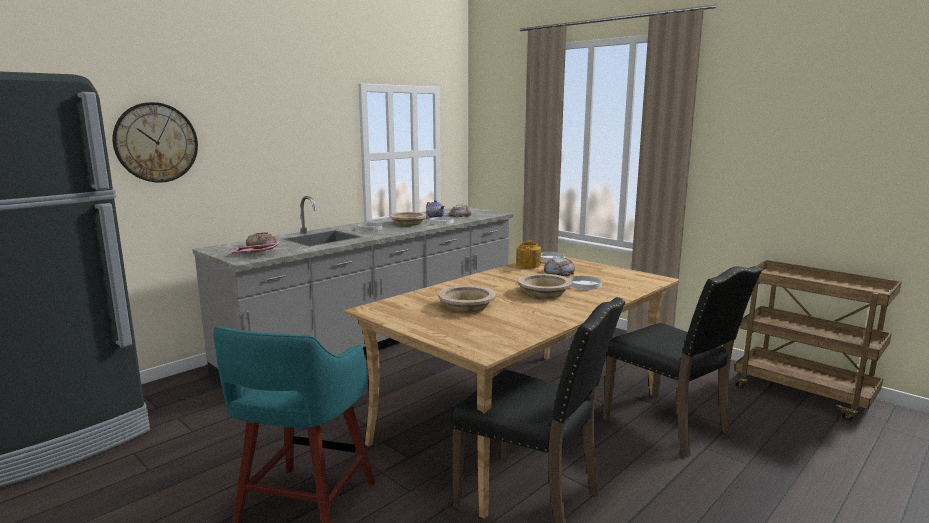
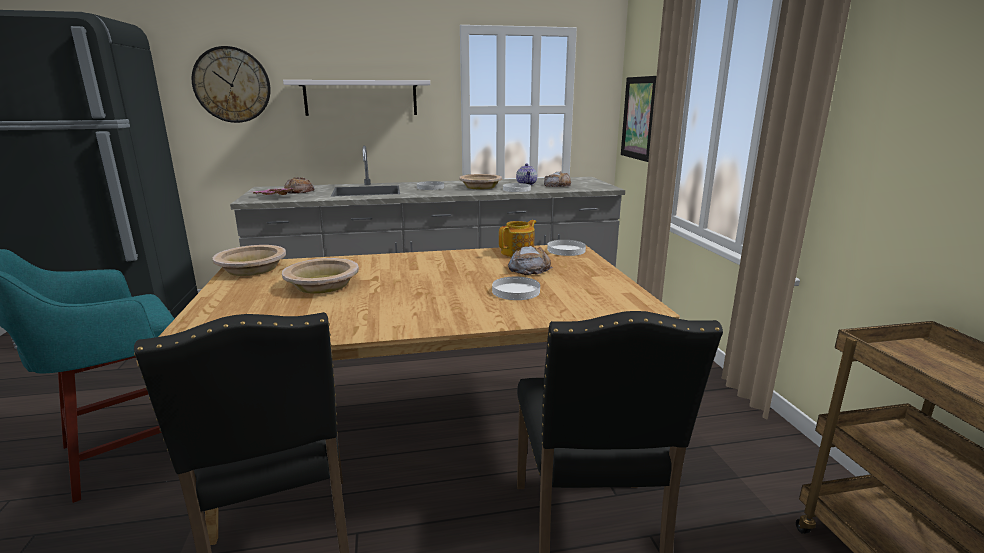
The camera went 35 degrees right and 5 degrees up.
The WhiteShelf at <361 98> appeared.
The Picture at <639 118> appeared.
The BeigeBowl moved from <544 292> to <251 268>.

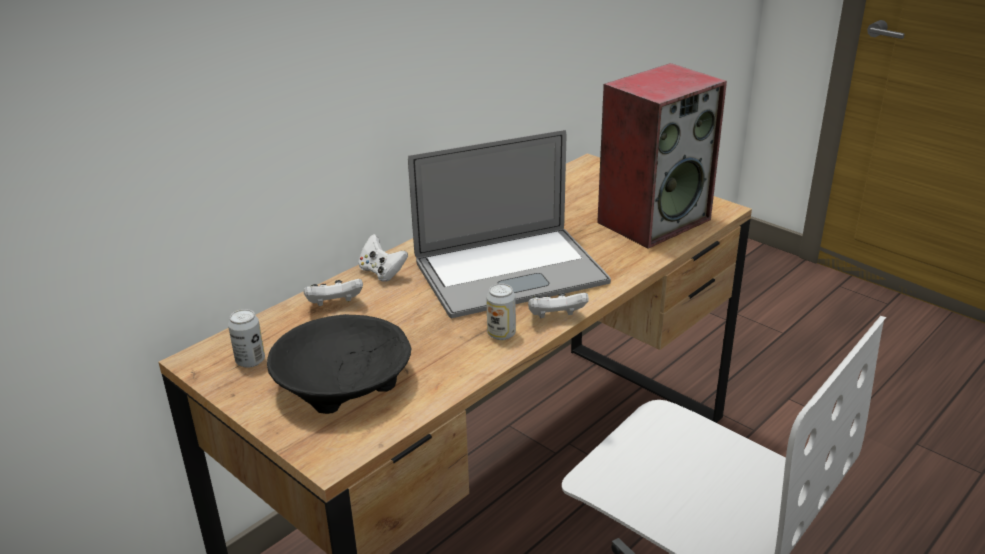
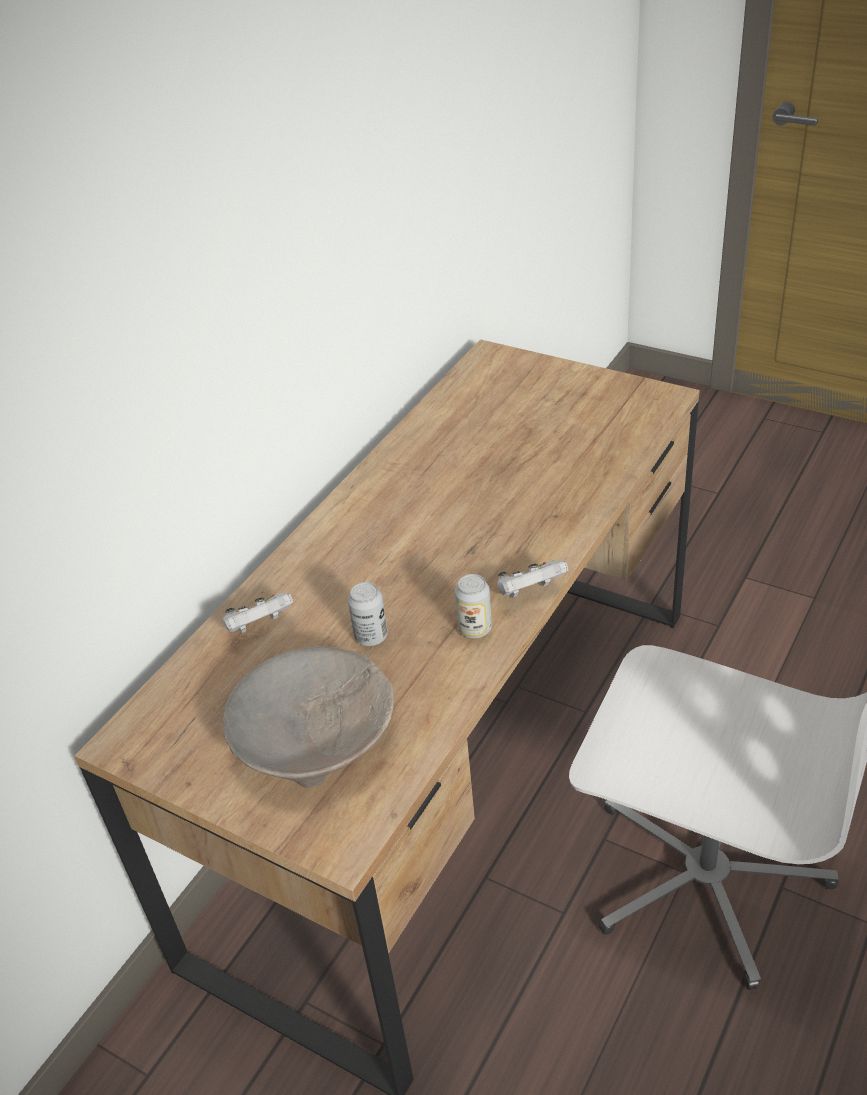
The camera went 10 degrees left and 10 degrees up.
The WhiteGameController at <382 272> disappeared.
The Laptop at <510 272> disappeared.
The Speaker at <654 220> disappeared.
The Can moved from <250 361> to <371 636>.
The BlackBowl at <341 381> became the BeigeBowl at <312 736>.

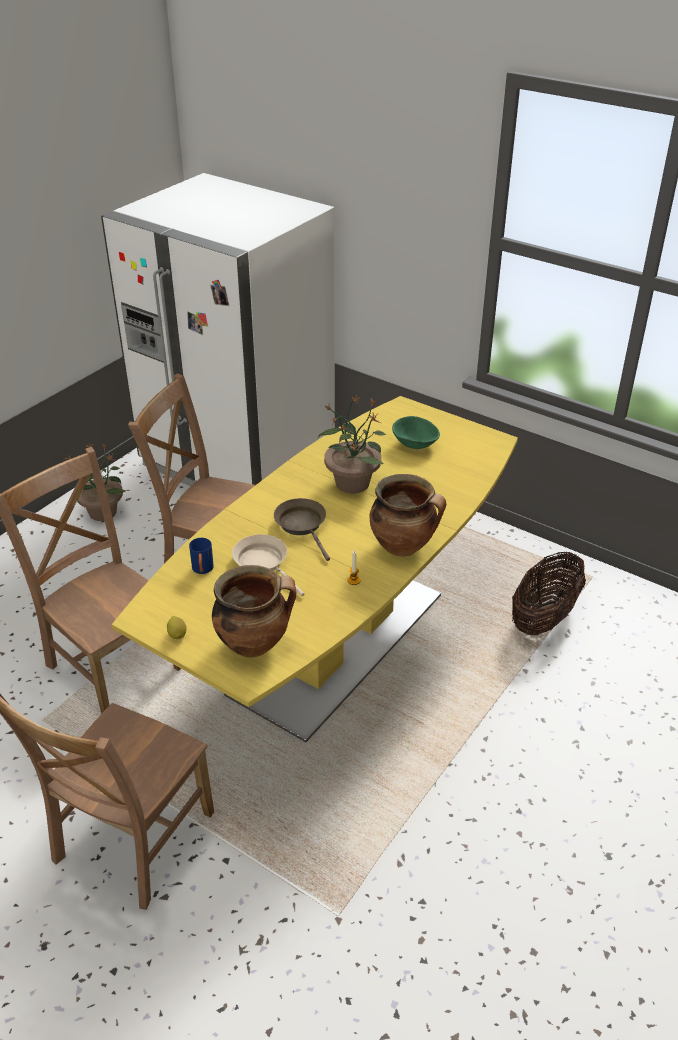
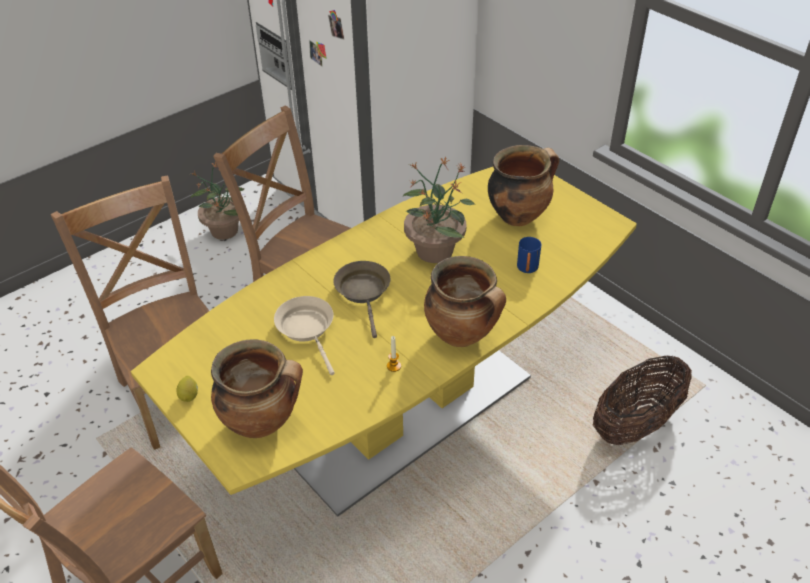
The camera went 15 degrees right and 5 degrees up.
The BlueMug moved from <202 570> to <527 269>.
The GreenBowl at <415 444> was replaced by the CookingPot at <518 215>.

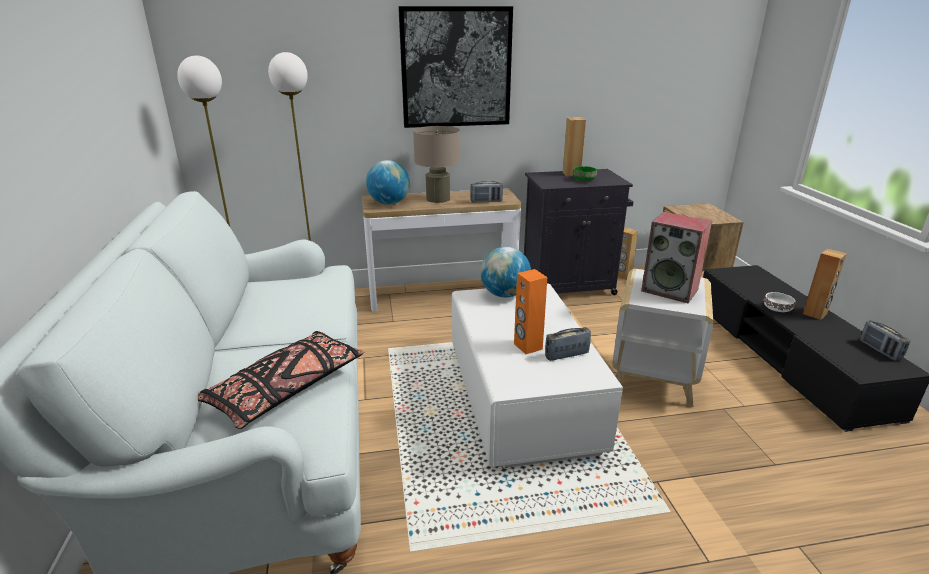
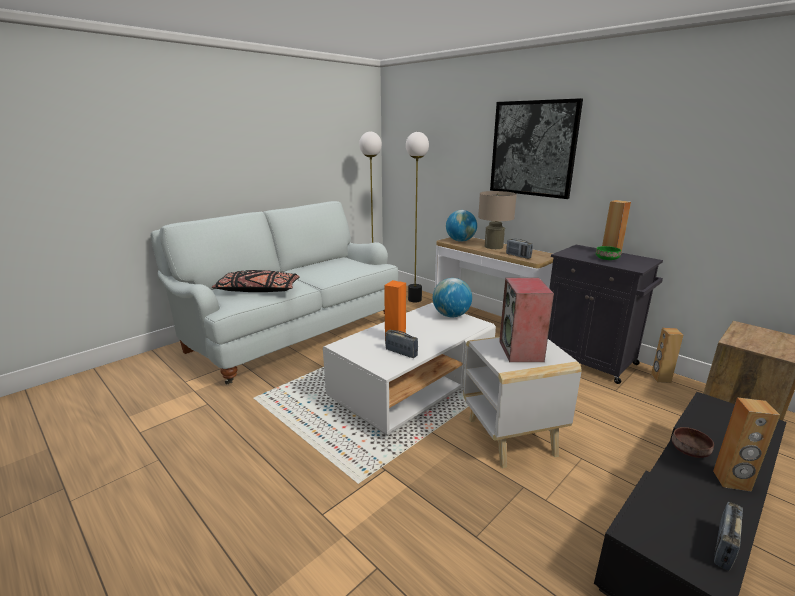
The camera went 55 degrees right and 5 degrees down.
The WhiteBowl at <776 309> became the BrownBowl at <689 450>.

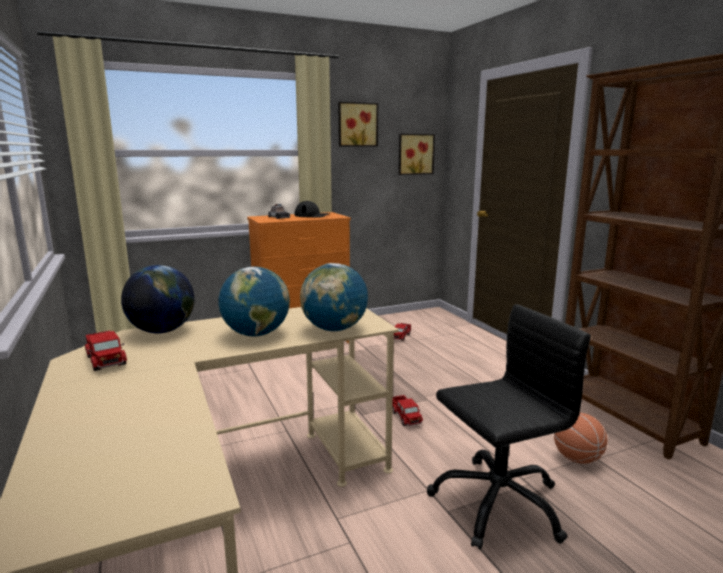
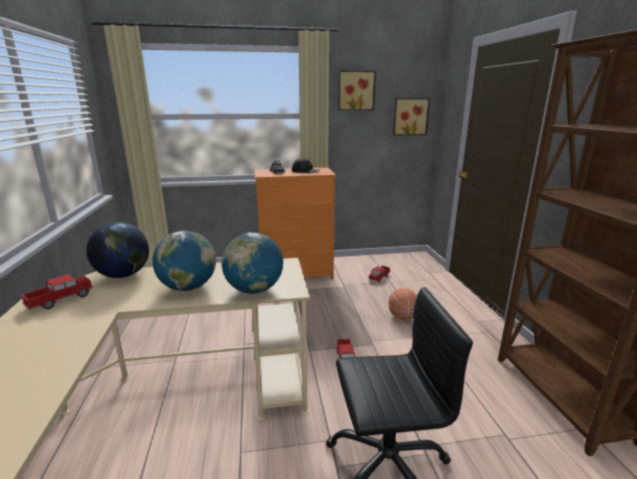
The camera went 15 degrees right and 5 degrees up.
The Basketball moved from <577 458> to <402 316>.
The ToyTruck at <106 359> turned 120 degrees counterclockwise.

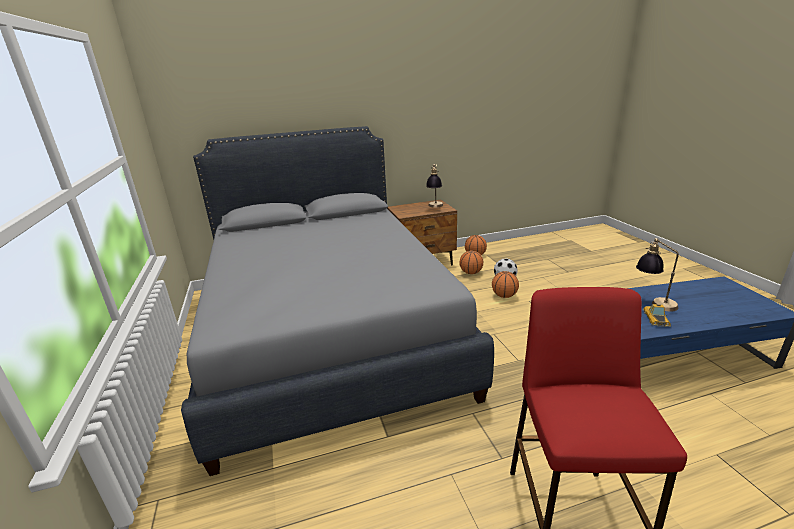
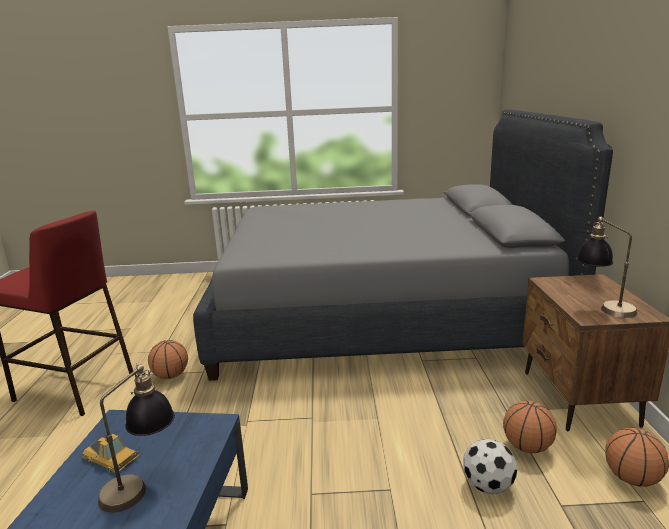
The camera went 105 degrees right and 5 degrees down.
The Basketball moved from <504 296> to <171 376>.

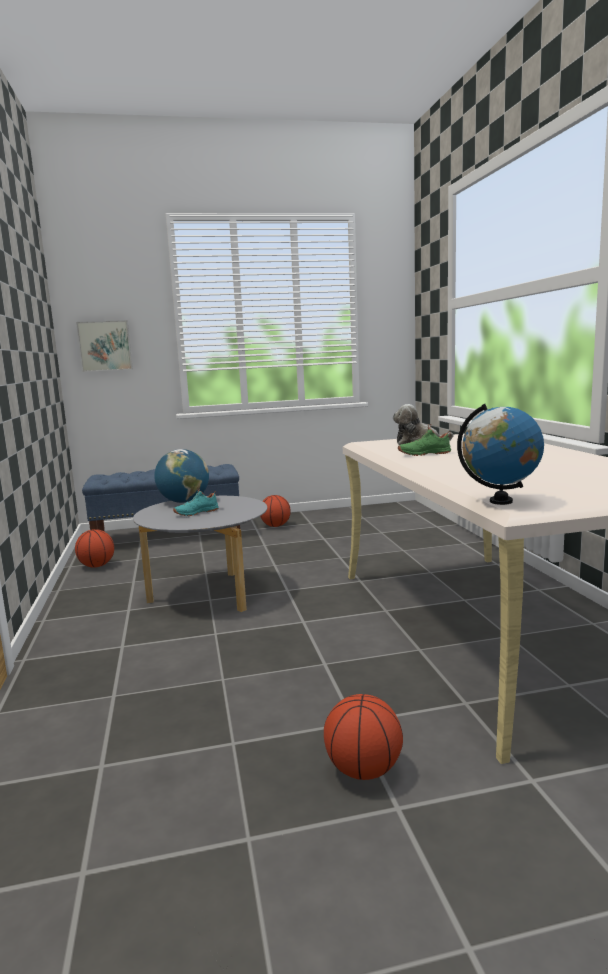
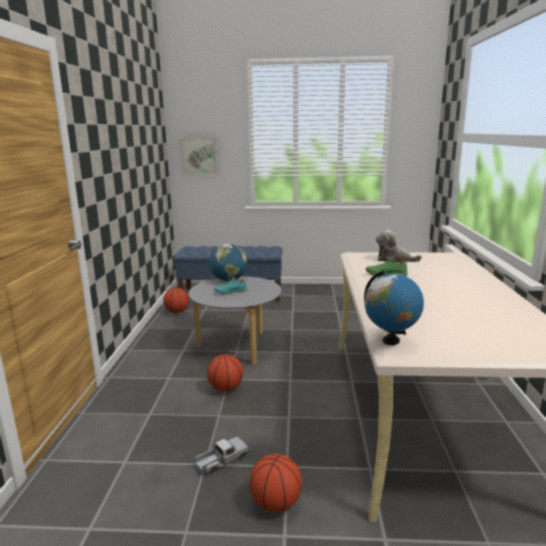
The camera went 15 degrees right and 5 degrees up.
The ToyTruck at <222 461> appeared.
The Basketball moved from <275 526> to <226 388>.

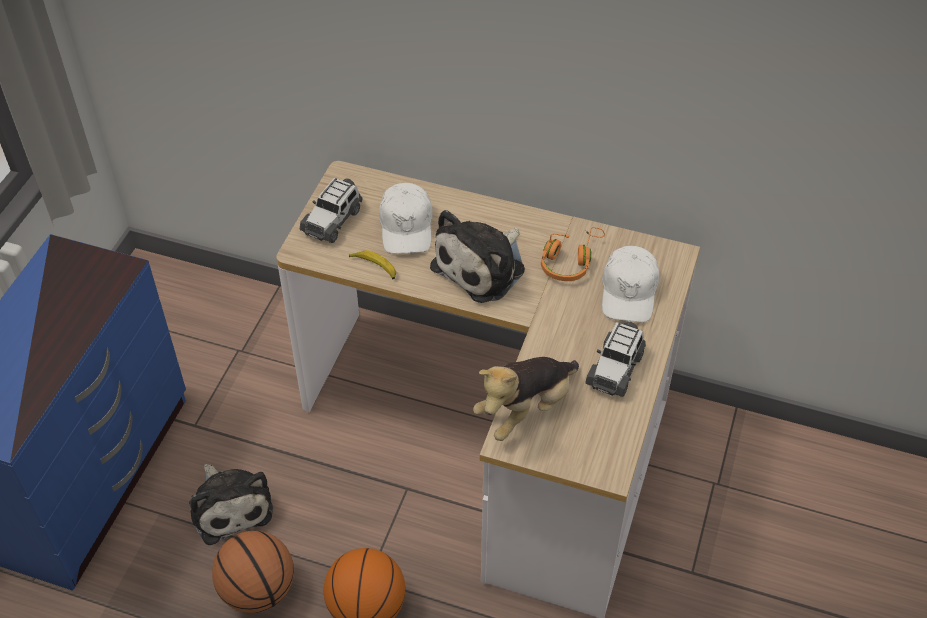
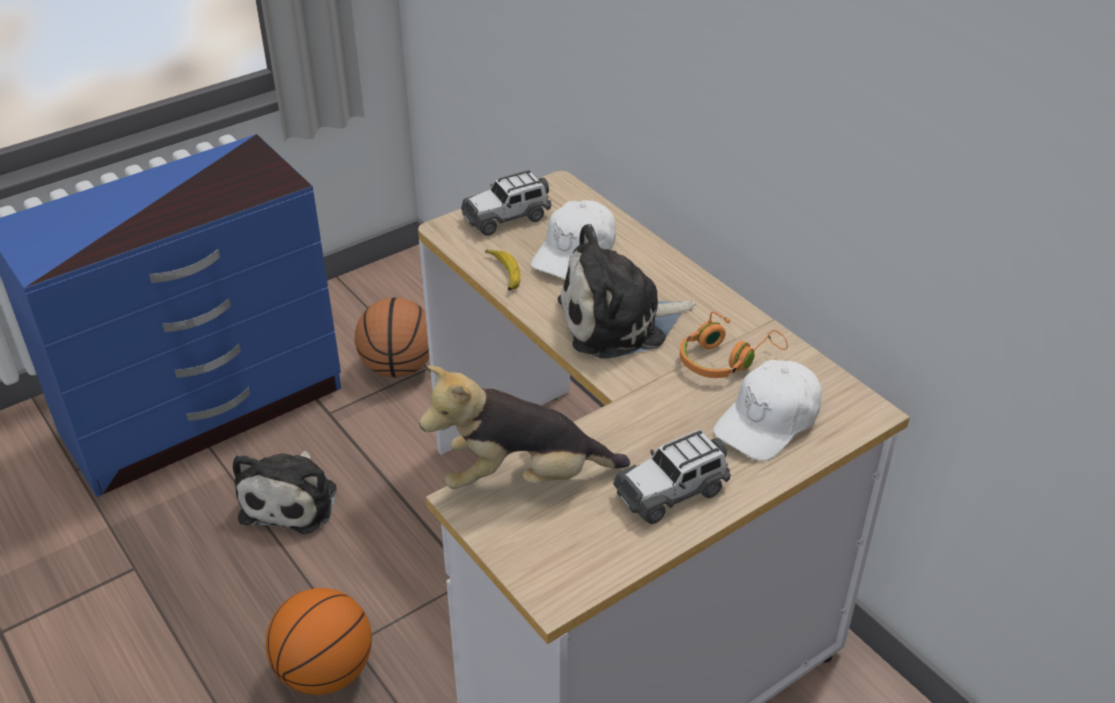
The camera went 35 degrees right and 10 degrees down.
The Basketball moved from <258 590> to <398 368>.

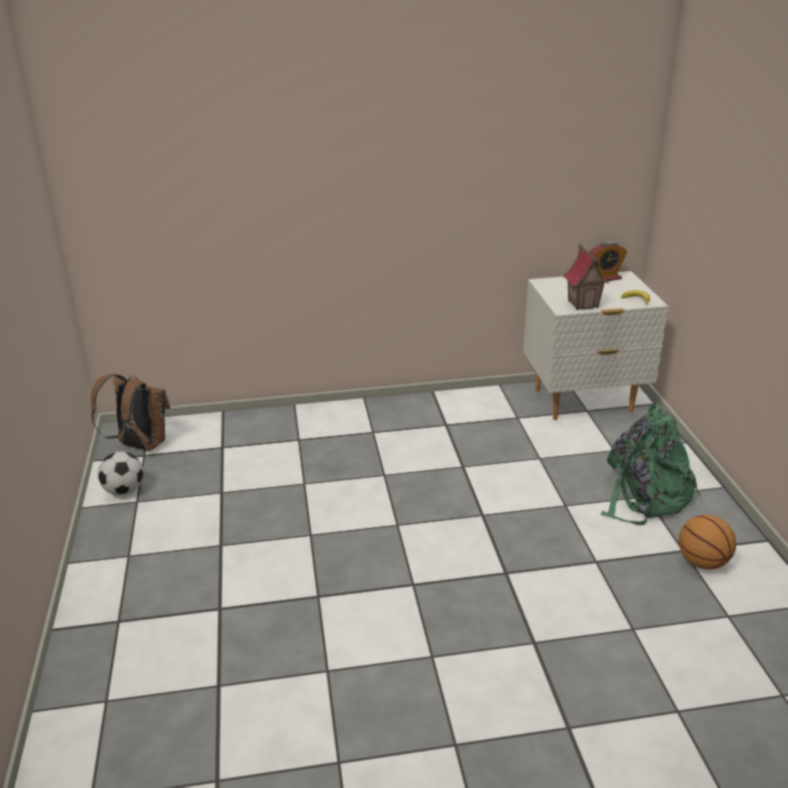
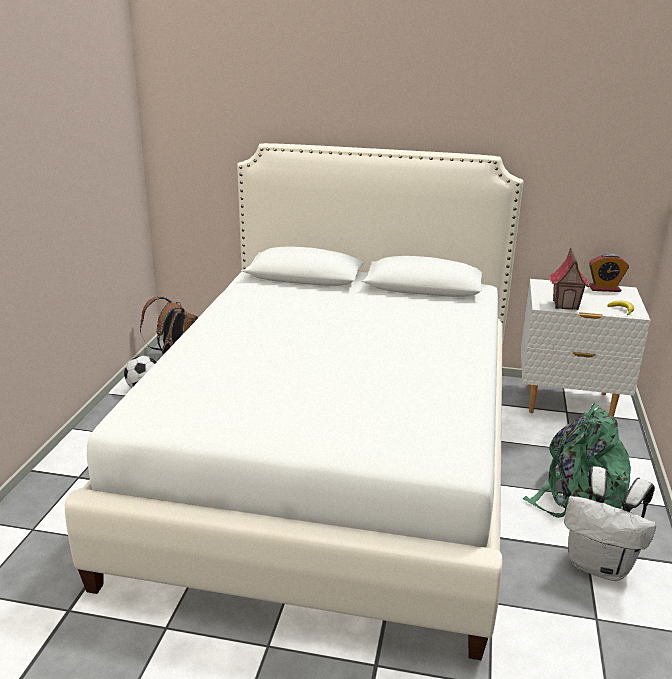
The camera went 20 degrees right and 5 degrees down.
The WhiteBed at <334 461> appeared.
The Basketball at <703 562> was replaced by the WhiteBackpack at <600 565>.

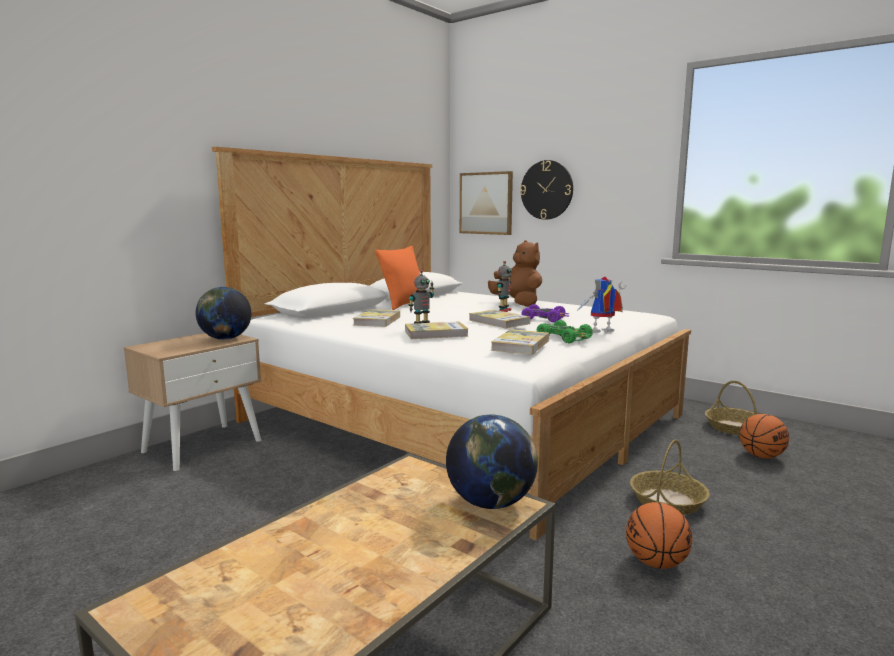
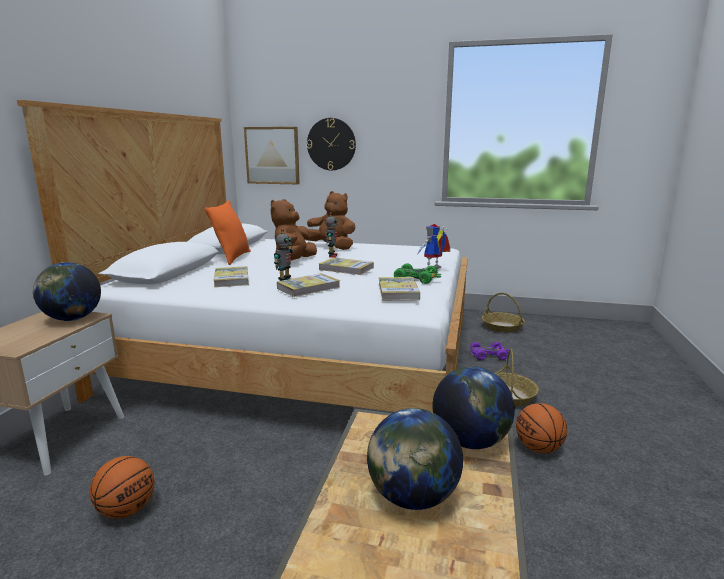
The camera went 25 degrees left and 5 degrees up.
The BrownPlushToy at <294 261> appeared.
The Globe at <412 498> appeared.
The PurpleToyCar moved from <544 319> to <488 355>.
The Basketball moved from <761 456> to <126 510>.

